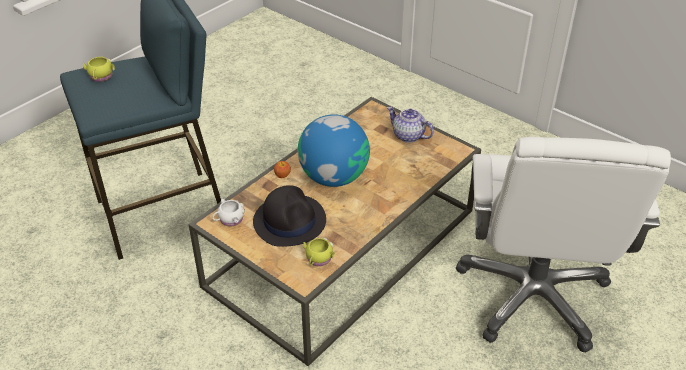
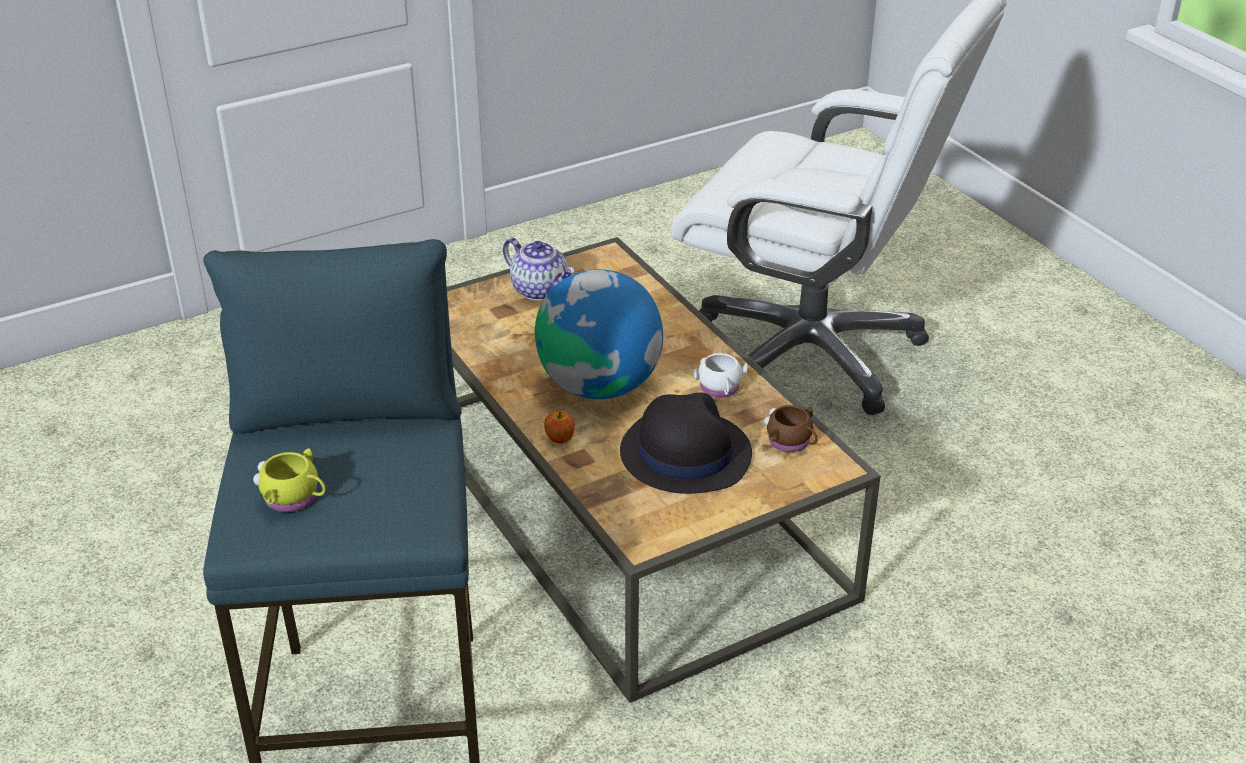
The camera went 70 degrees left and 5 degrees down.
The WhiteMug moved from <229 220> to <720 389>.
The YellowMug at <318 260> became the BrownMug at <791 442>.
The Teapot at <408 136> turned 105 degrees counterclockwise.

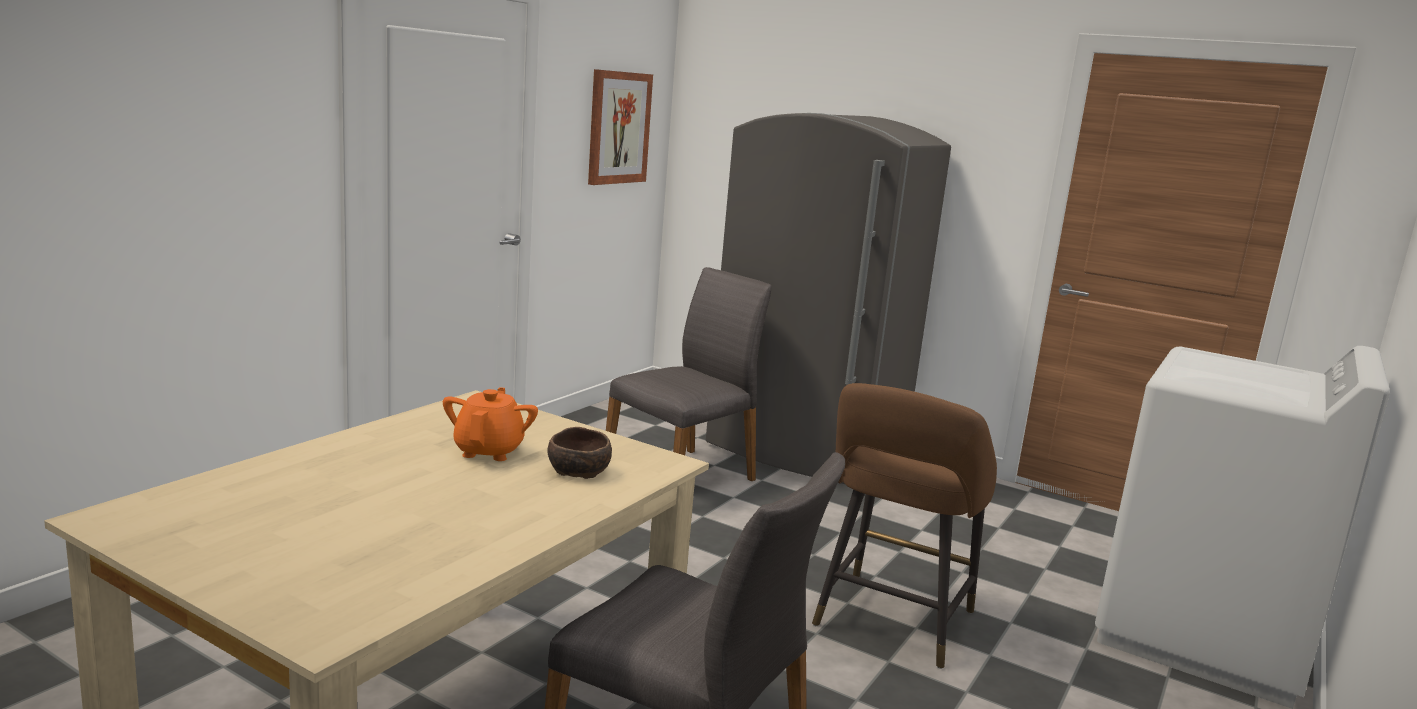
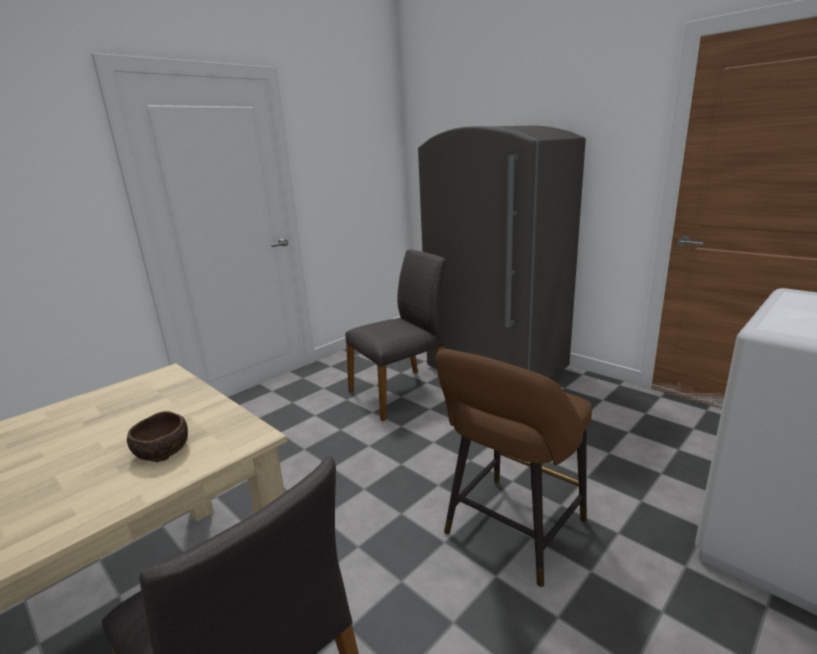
The camera went 15 degrees right and 5 degrees up.
The OrangeTeapot at <489 451> disappeared.
The Picture at <618 127> disappeared.

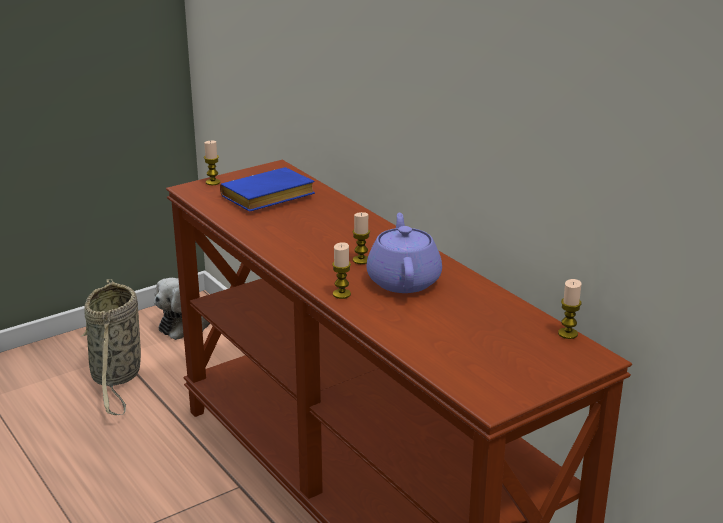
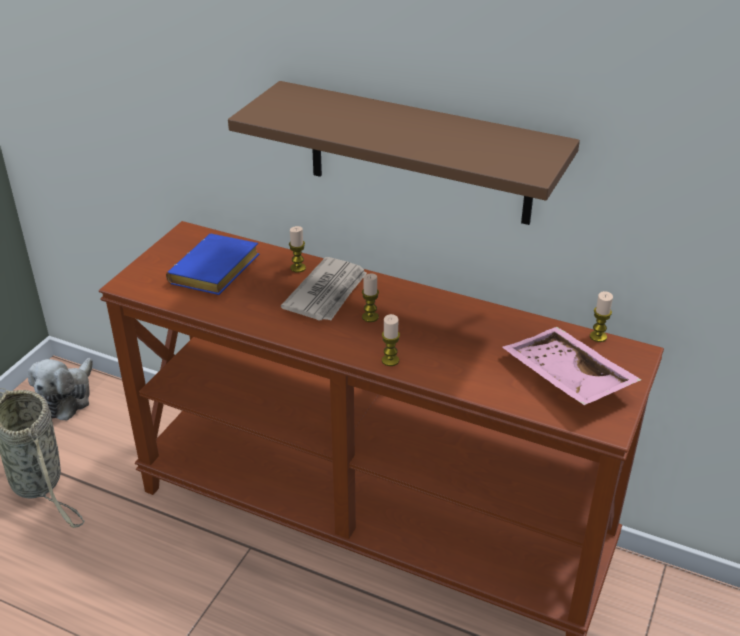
The camera went 30 degrees left and 10 degrees up.
The PurpleTeapot at <403 280> disappeared.
The BrownShelf at <419 154> appeared.
The Newspaper at <327 293> appeared.
The PinkTray at <565 379> appeared.
The Candle moved from <213 182> to <298 268>.

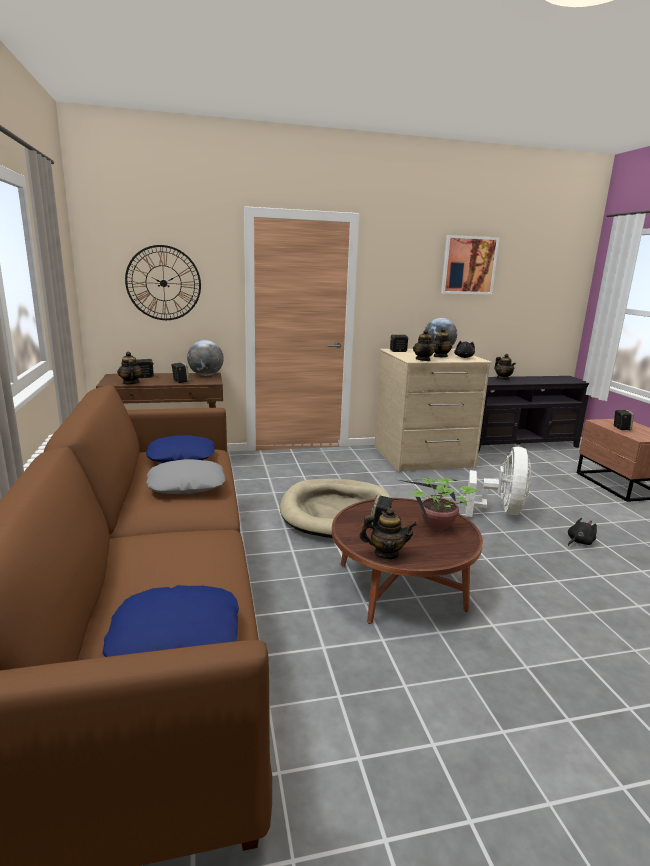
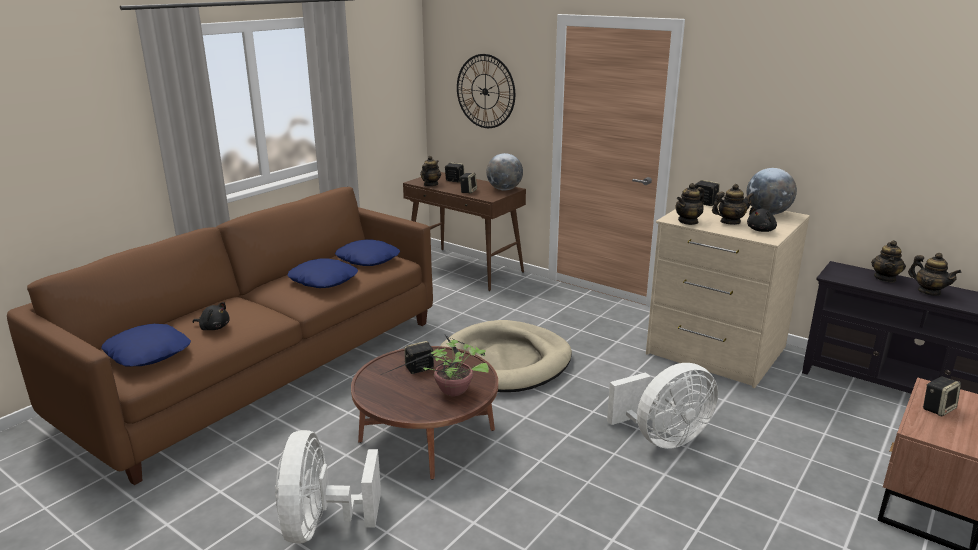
The camera went 50 degrees right and 5 degrees up.
The Picture at <469 265> disappeared.
The WhiteFan at <322 525> appeared.
The Teapot moved from <386 553> to <929 292>.
The BlackPlushToy moved from <579 542> to <214 327>.
The GreyPillow at <186 485> became the BluePillow at <323 280>.

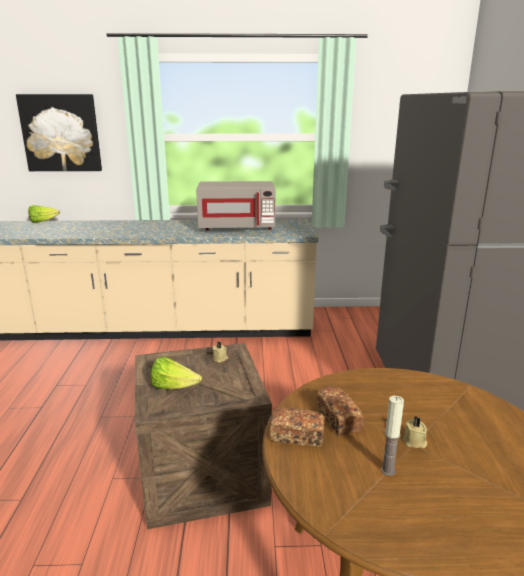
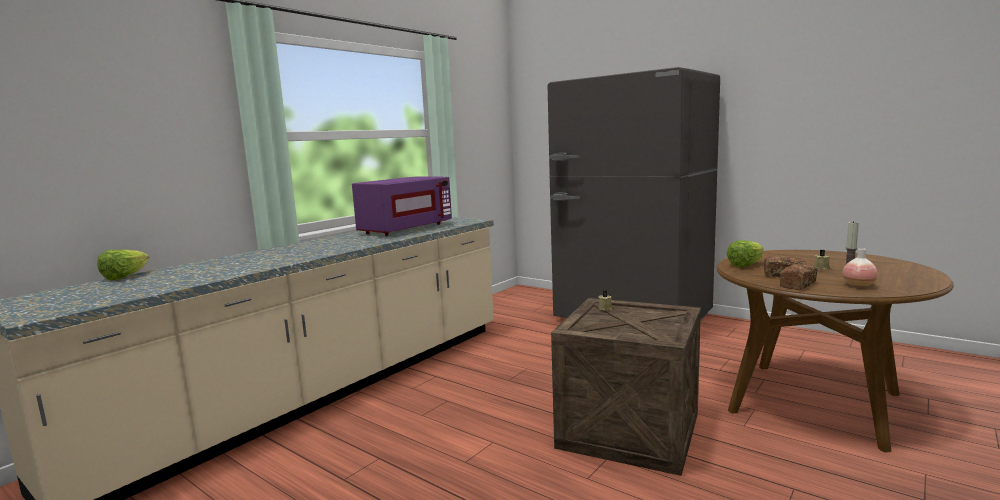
The camera went 50 degrees left and 10 degrees down.
The Picture at <61 133> disappeared.
The Vase at <858 285> appeared.
The Lettuce moved from <173 387> to <745 265>.
The GreyMicrowave at <237 227> became the PurpleMicrowave at <405 229>.

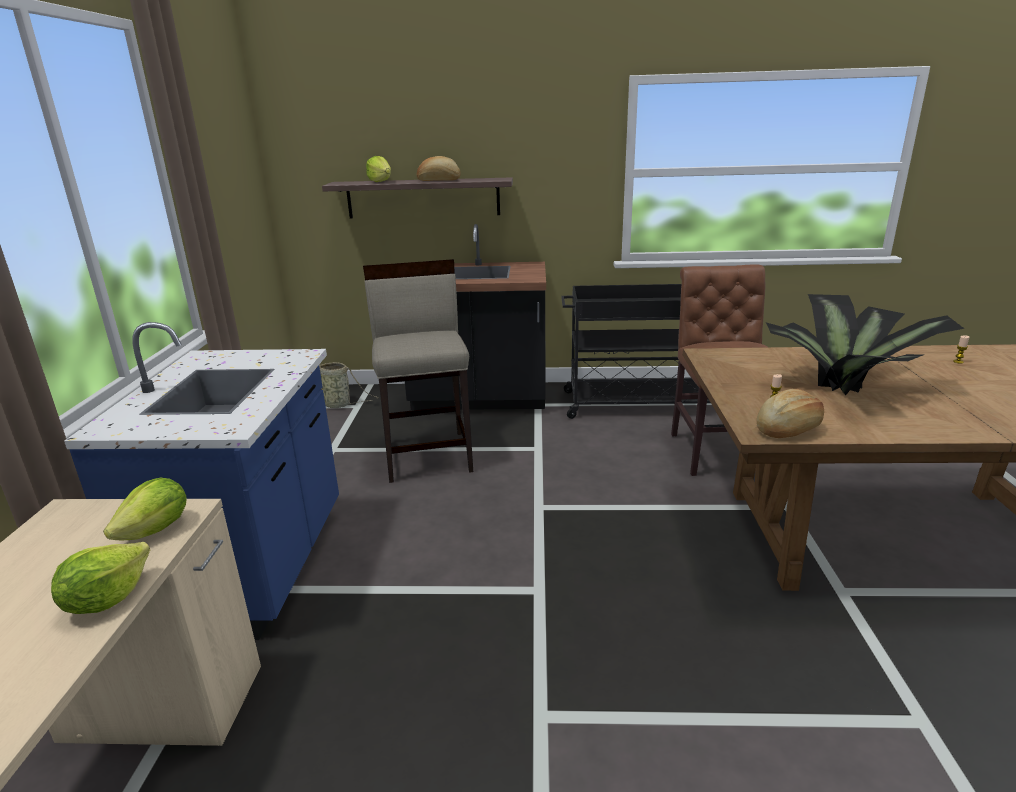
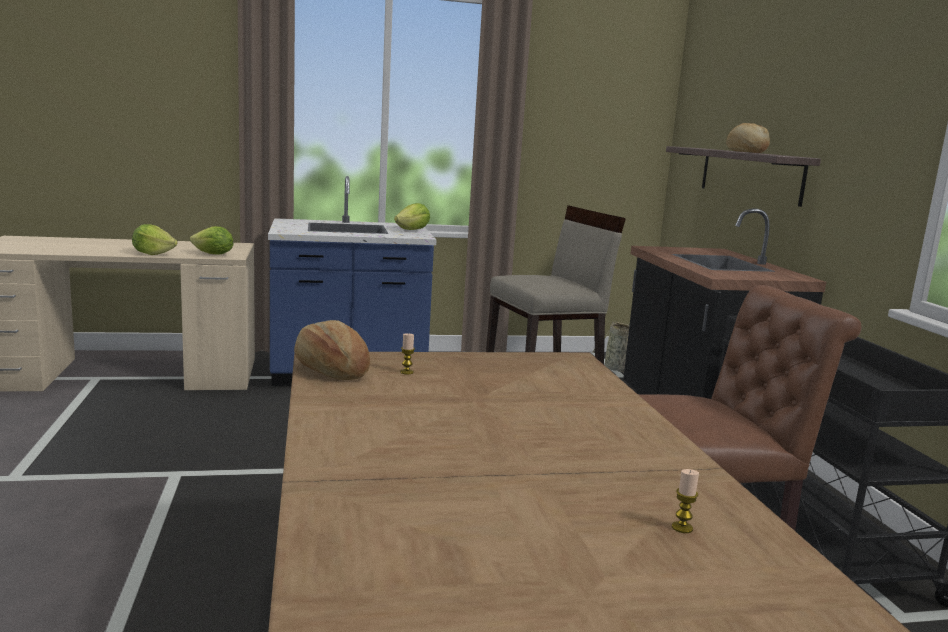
The camera went 75 degrees right and 10 degrees down.
The PottedPlant at <845 384> disappeared.
The Lettuce moved from <380 181> to <413 230>.

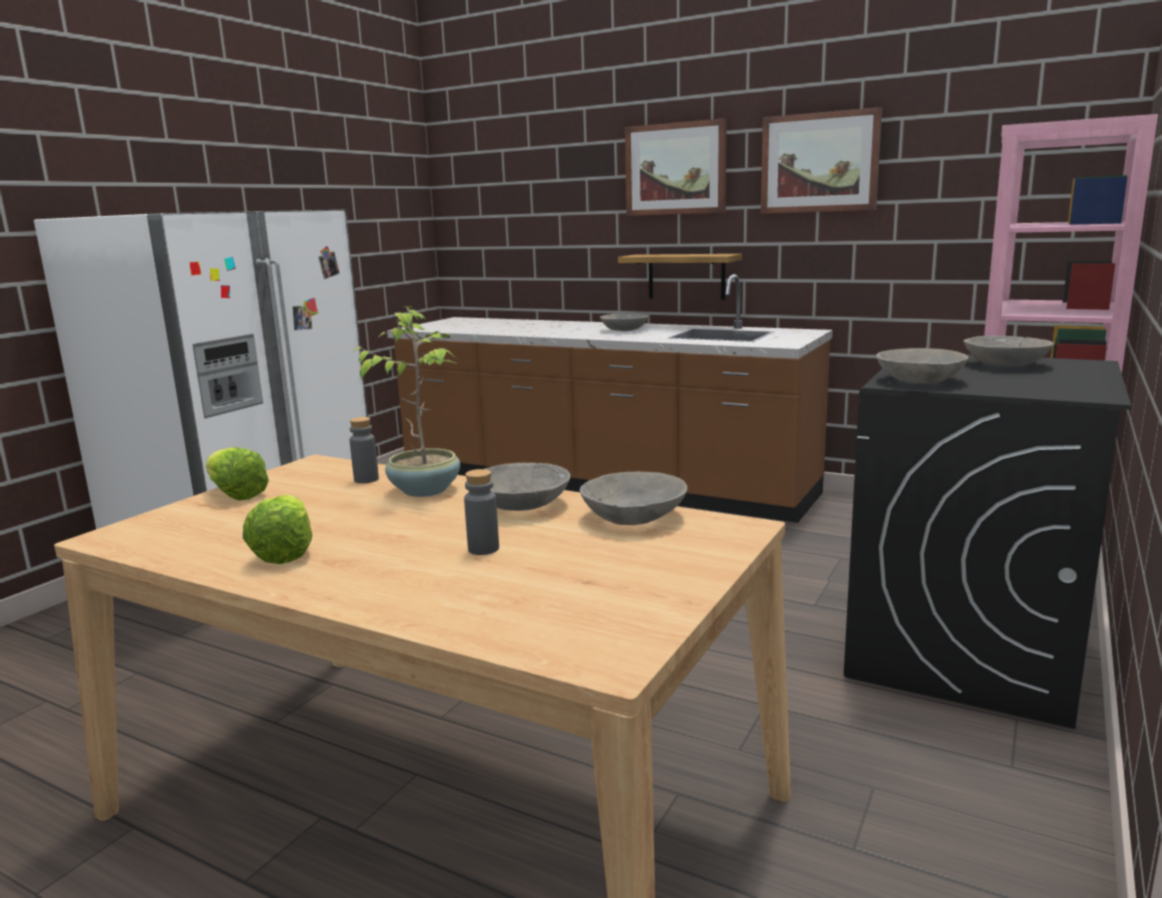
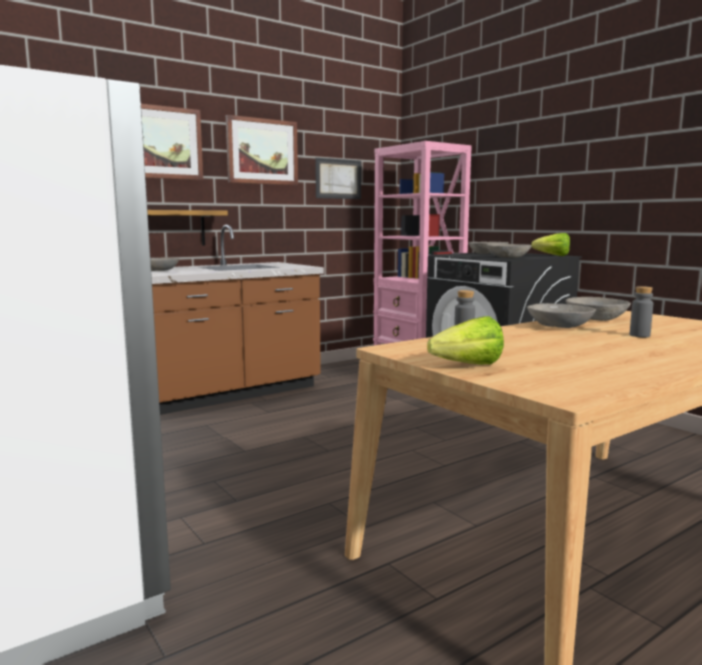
The camera went 65 degrees left and 5 degrees down.
The PottedPlant at <424 489> disappeared.
The Picture at <338 179> appeared.
The Lettuce moved from <290 549> to <549 255>.

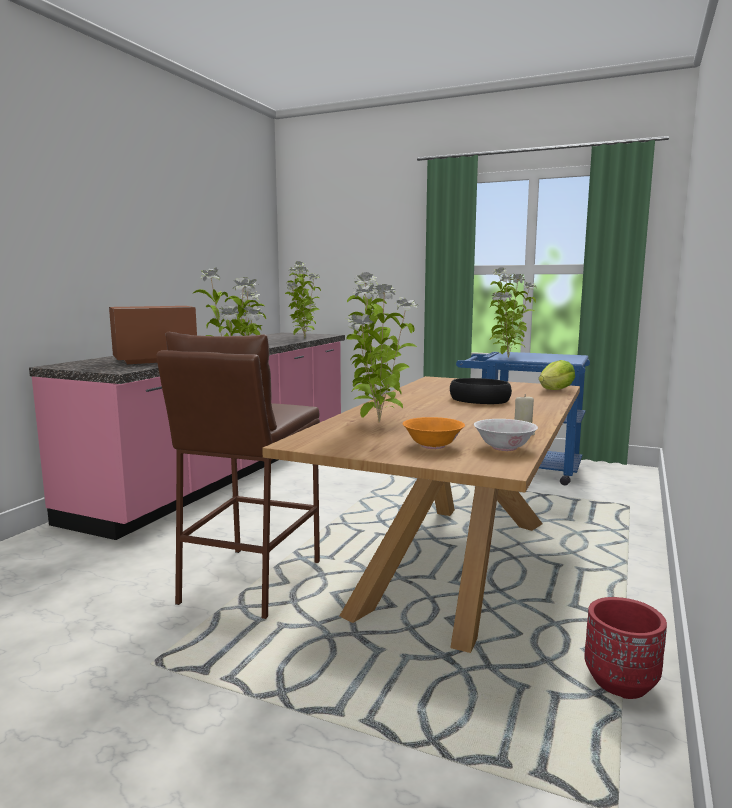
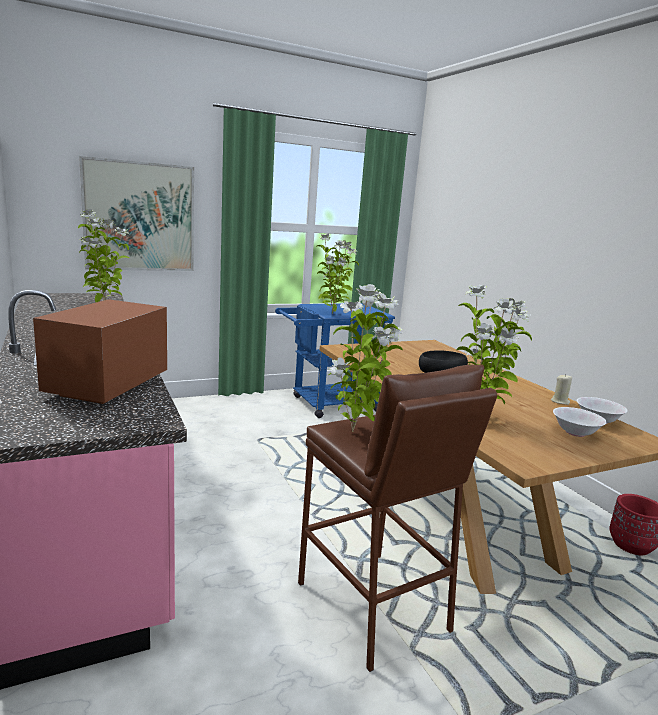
The camera went 50 degrees left and 5 degrees up.
The Lettuce at <556 390> disappeared.
The Picture at <139 217> appeared.
The OrangeBowl at <432 445> became the WhiteBowl at <575 432>.

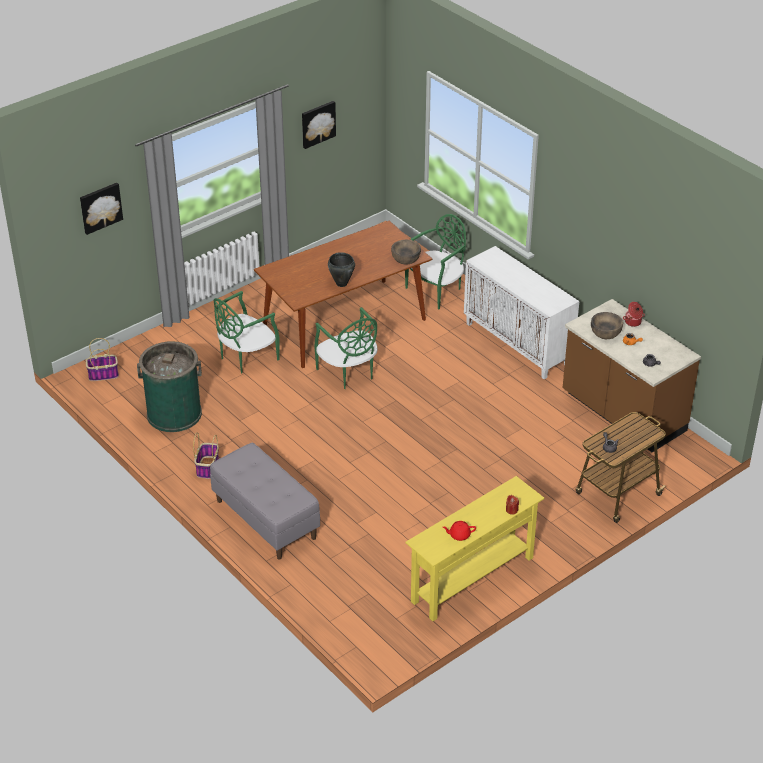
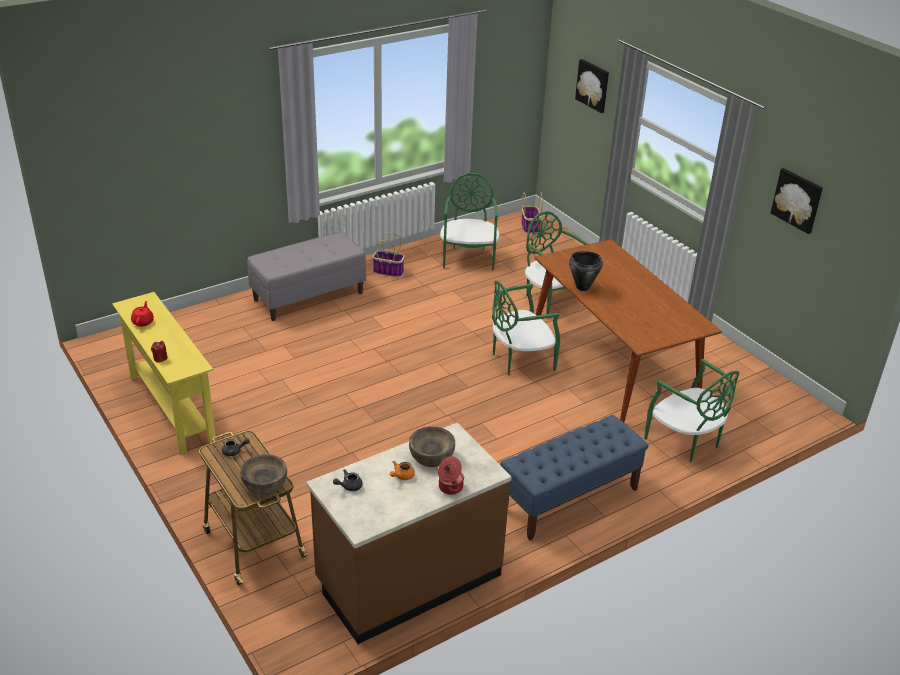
The camera went 95 degrees right and 5 degrees down.
The BrownBowl moved from <406 258> to <265 484>.
The GreenTrashCan at <174 413> was replaced by the GreenChair at <469 258>.
The WhiteCabinet at <518 344> was replaced by the BlueBench at <569 499>.

